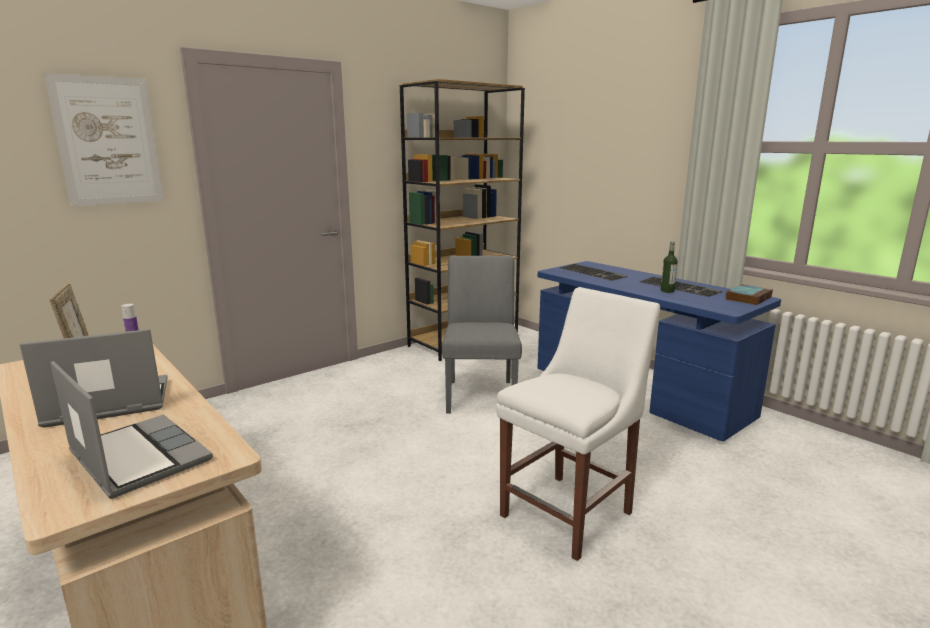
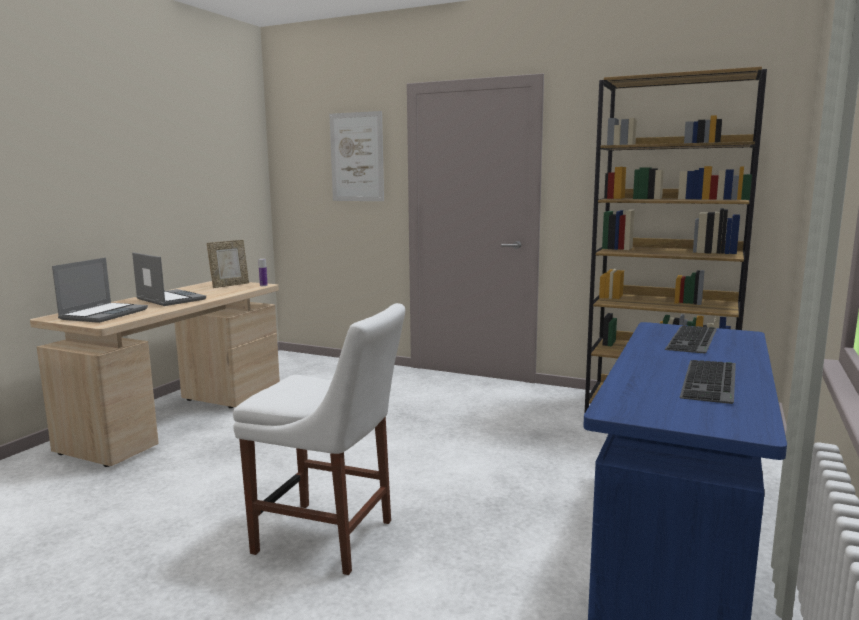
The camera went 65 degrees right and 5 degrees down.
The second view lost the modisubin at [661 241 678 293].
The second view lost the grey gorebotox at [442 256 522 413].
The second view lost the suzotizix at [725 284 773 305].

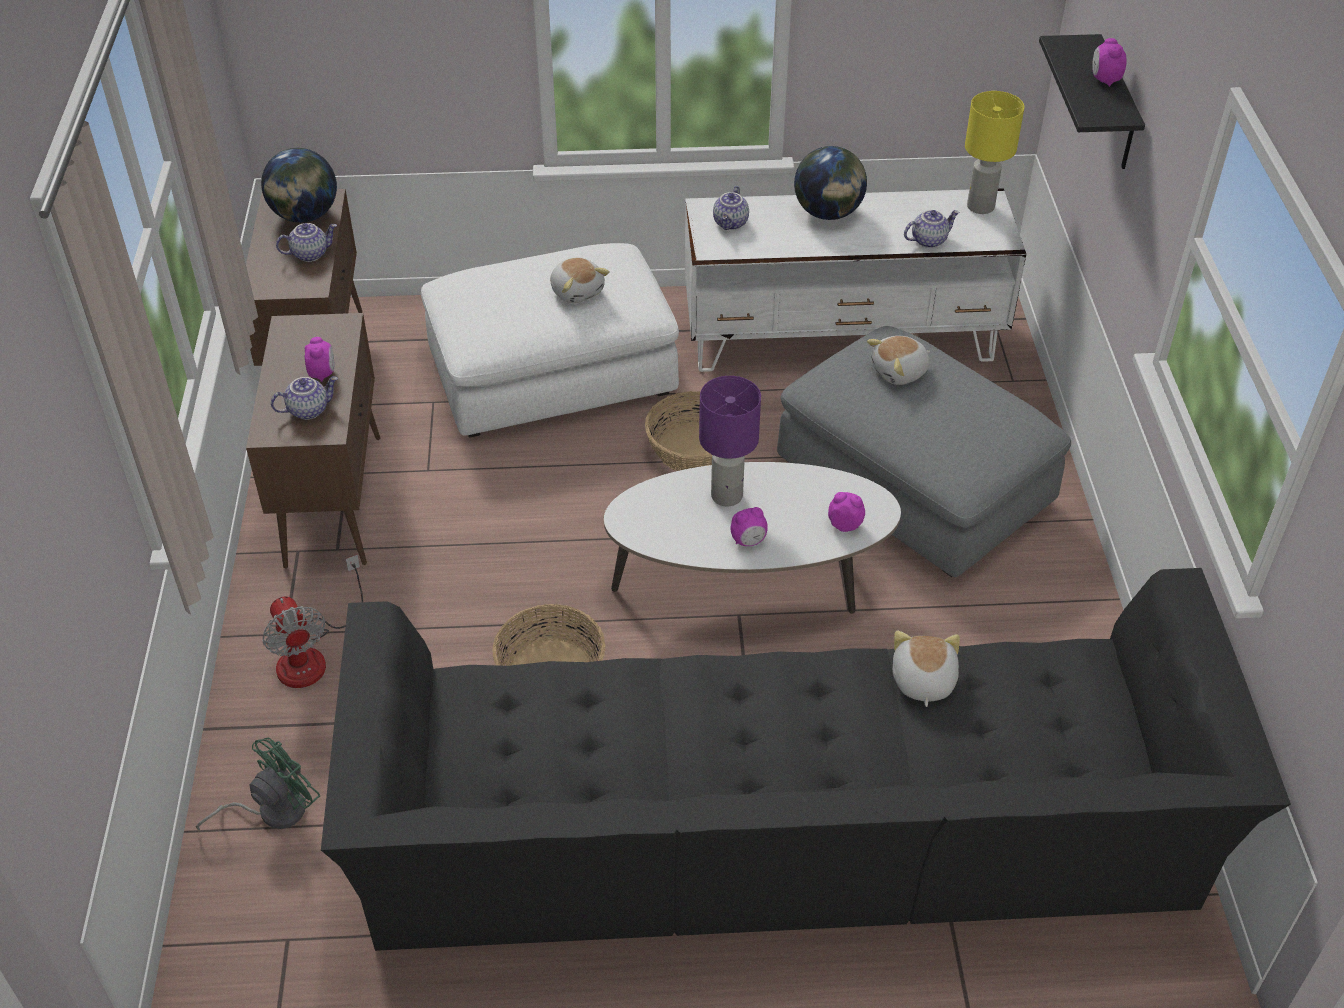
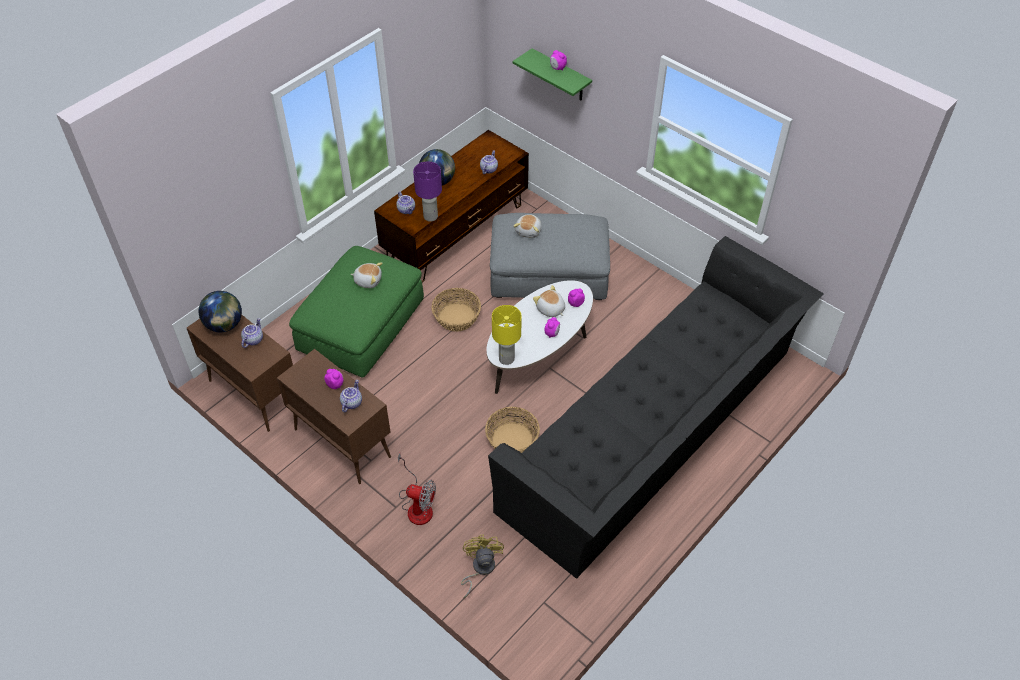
The camera went 45 degrees left and 5 degrees up.
What was the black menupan at [1039 34 1145 169] turned into the green menupan at [513 48 592 101].
The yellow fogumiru ended up elsewhere, having gone from [965 91 1024 214] to [492 305 522 365].
What was the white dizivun at [685 188 1026 372] turned into the brown dizivun at [374 130 529 282].
What was the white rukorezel at [421 243 679 438] turned into the green rukorezel at [289 246 424 378].
The purple fogumiru ended up elsewhere, having gone from [699 376 761 507] to [413 161 442 222].
The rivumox ended up elsewhere, having gone from [893 630 960 707] to [533 285 565 317].
What was the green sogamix at [196 738 320 830] turned into the yellow sogamix at [461 534 504 598].

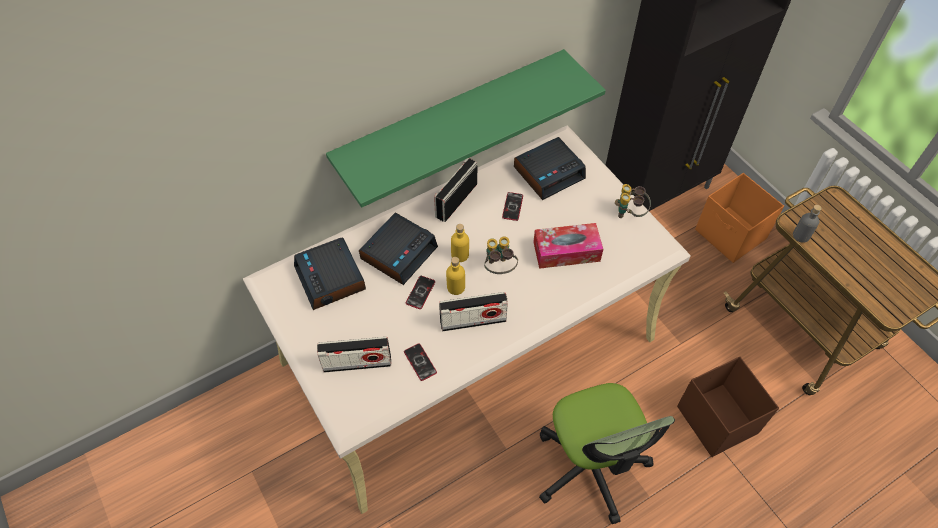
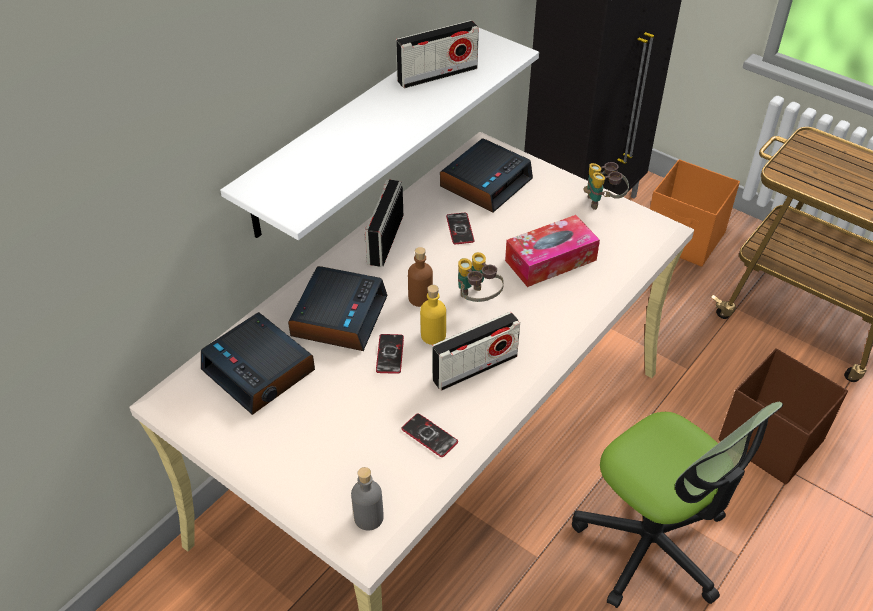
The camera went 20 degrees left and 10 degrees down.
What was the green menupan at [326 49 606 208] turned into the white menupan at [220 28 539 240].
The grey modisubin ended up elsewhere, having gone from [793 205 822 243] to [351 467 384 531].
What was the yellow modisubin at [451 224 469 262] turned into the brown modisubin at [408 247 433 307].
The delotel ended up elsewhere, having gone from [317 337 391 373] to [396 20 479 89].

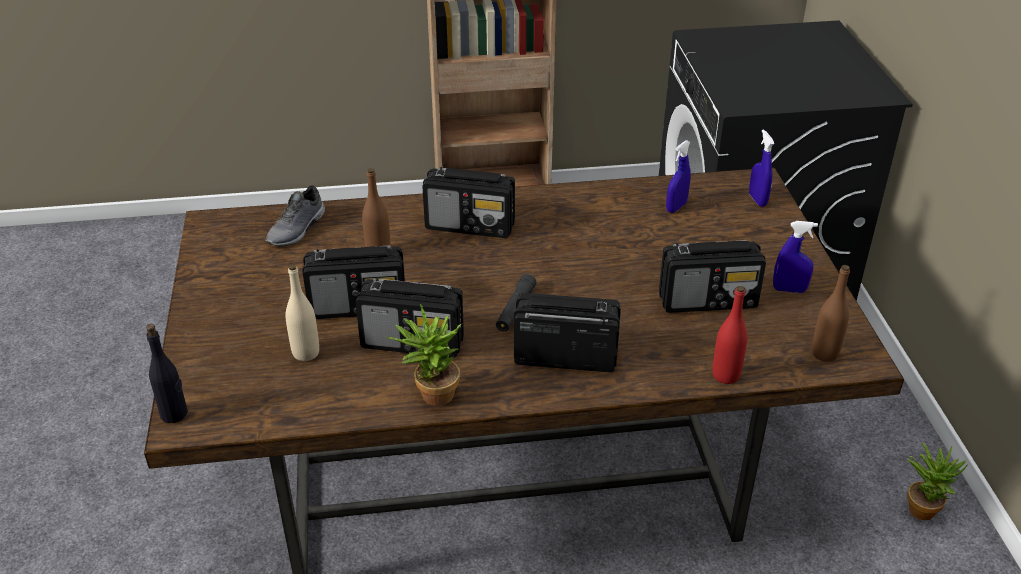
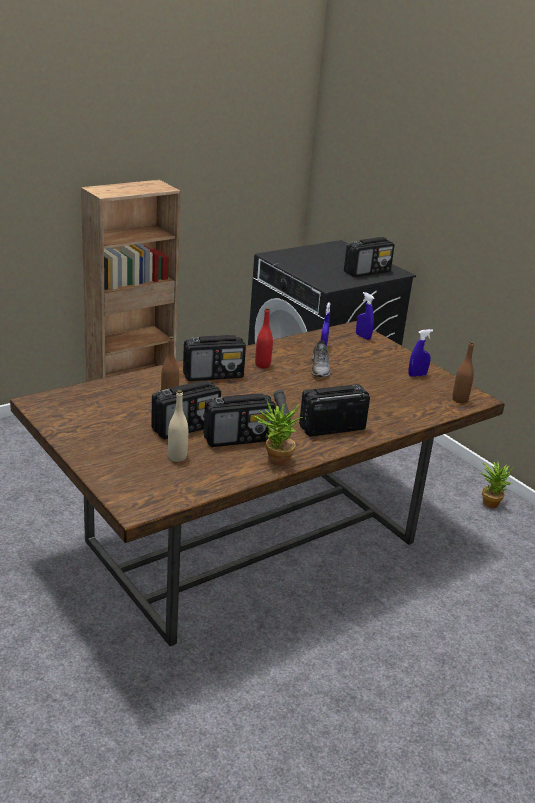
The camera went 30 degrees left and 10 degrees down.
The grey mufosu ended up elsewhere, having gone from [265 185 325 246] to [311 340 331 377].
The delotel ended up elsewhere, having gone from [659 240 766 313] to [344 237 395 277].
The red modisubin ended up elsewhere, having gone from [712 286 747 384] to [255 308 273 368].
The second view lost the black modisubin at [146 324 188 423].

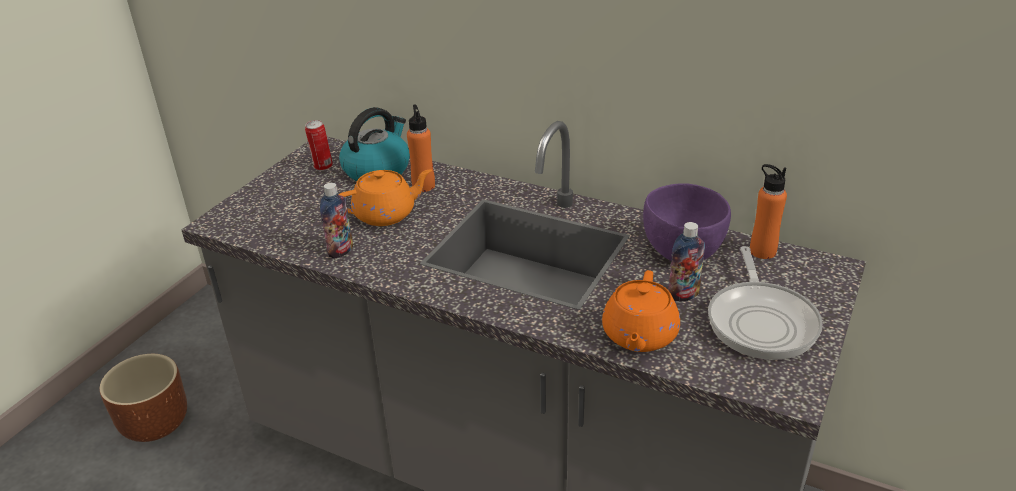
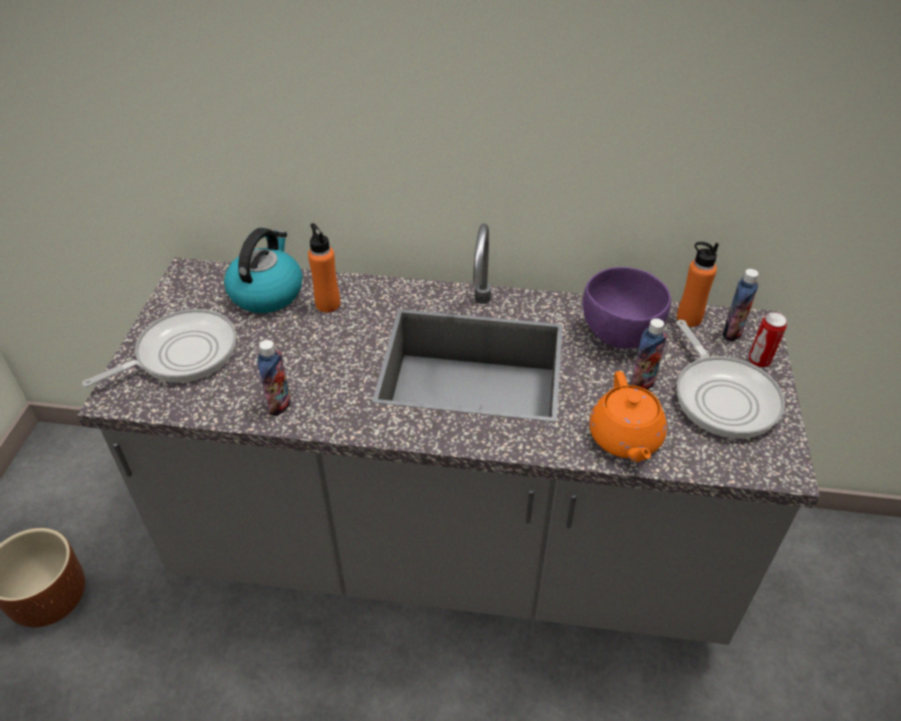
The camera went 20 degrees left and 10 degrees up.
The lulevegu ended up elsewhere, having gone from [305 120 333 171] to [749 312 787 367].
The second view lost the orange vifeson at [339 169 432 226].
The second view gained the modisubin at [723 269 759 342].
The second view gained the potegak at [82 309 236 387].

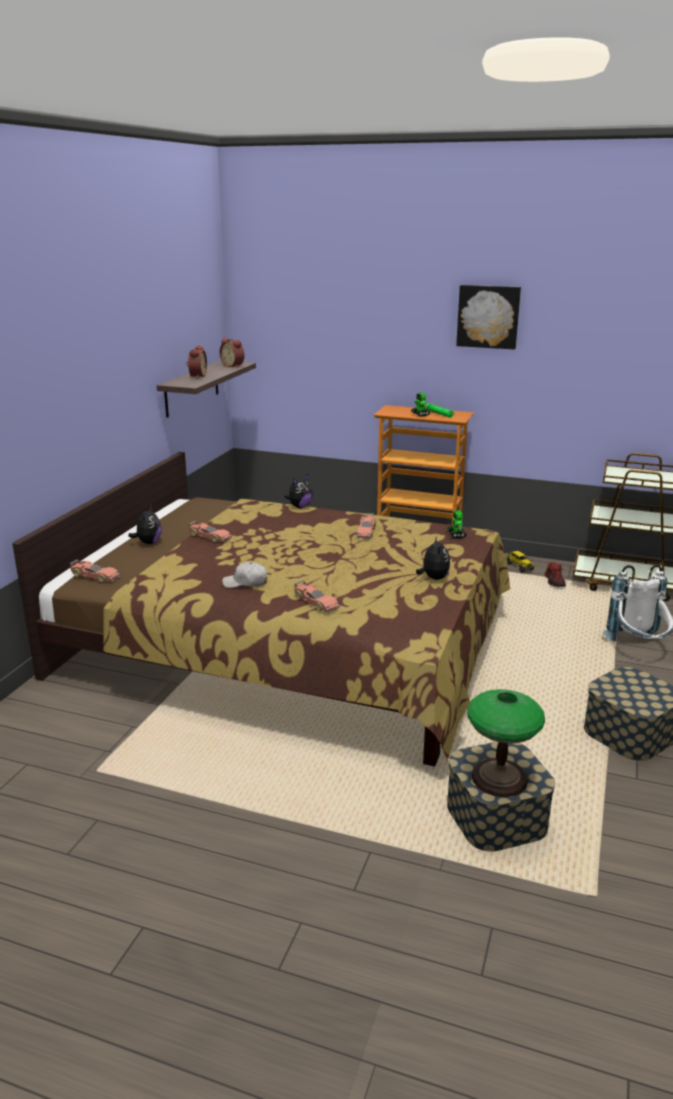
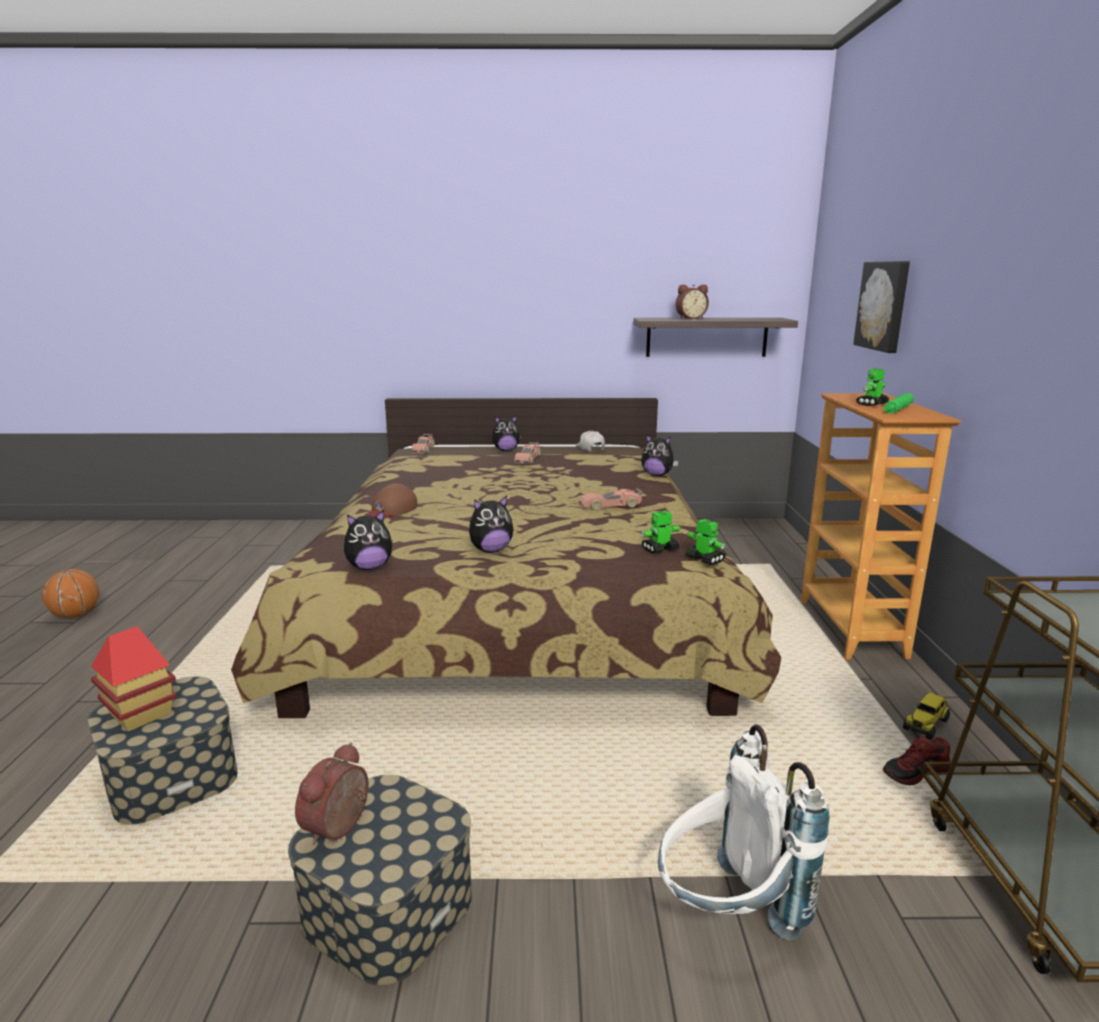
The camera went 70 degrees right and 5 degrees down.
The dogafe ended up elsewhere, having gone from [456 285 521 349] to [853 261 910 353].
The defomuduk ended up elsewhere, having gone from [220 338 244 368] to [295 742 369 845].
The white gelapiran ended up elsewhere, having gone from [222 562 267 588] to [576 431 605 451].
Where the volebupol stood at [295 580 340 613], the brown gelapiran came to stand at [364 483 418 518].
Where the fogumiru stood at [467 689 545 797], the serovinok came to stand at [91 626 177 732].
The second view gained the rivumox at [344 510 393 570].
The second view gained the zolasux at [686 519 726 565].
The second view gained the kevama at [42 569 99 618].

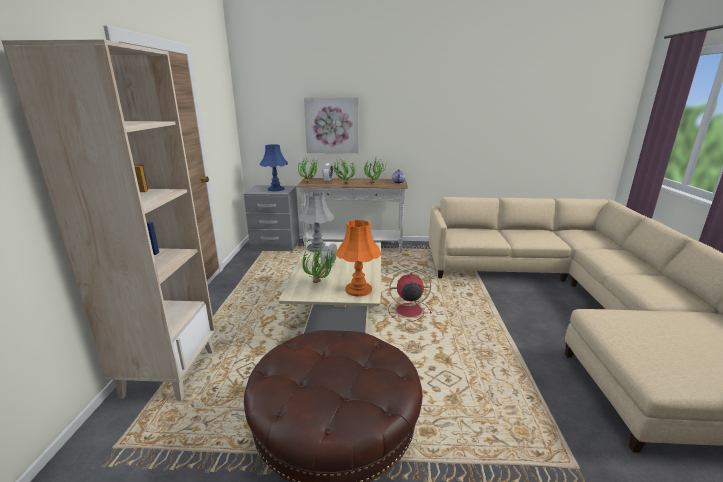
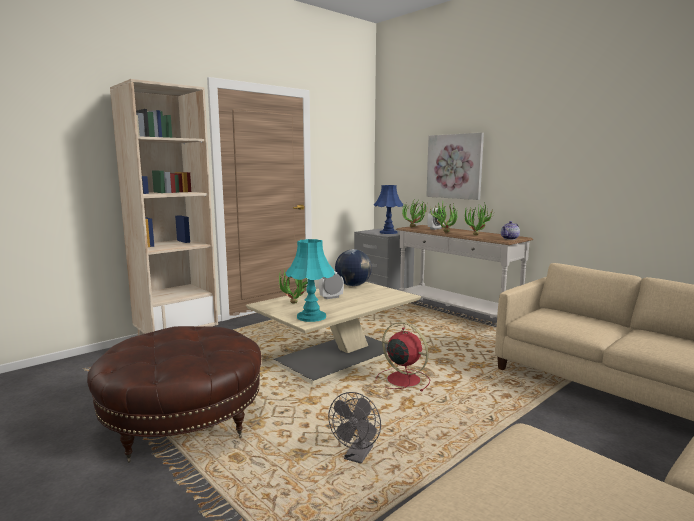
The camera went 45 degrees right and 10 degrees down.
Where the grey fogumiru stood at [298 192 334 252], the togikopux came to stand at [335 249 372 286].
What was the orange fogumiru at [335 220 382 297] turned into the turquoise fogumiru at [285 239 335 322].
The second view gained the grey sogamix at [328 392 381 464].

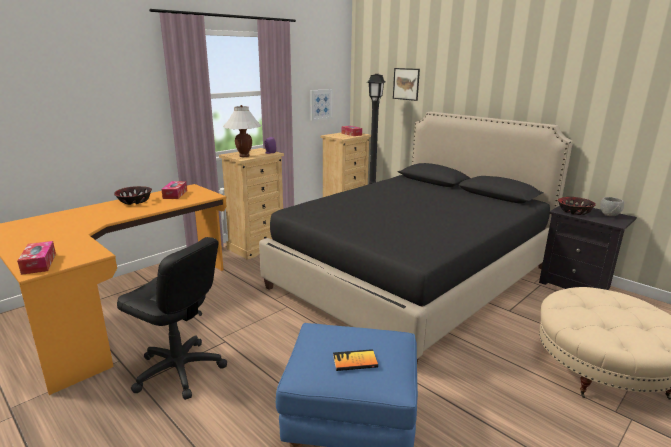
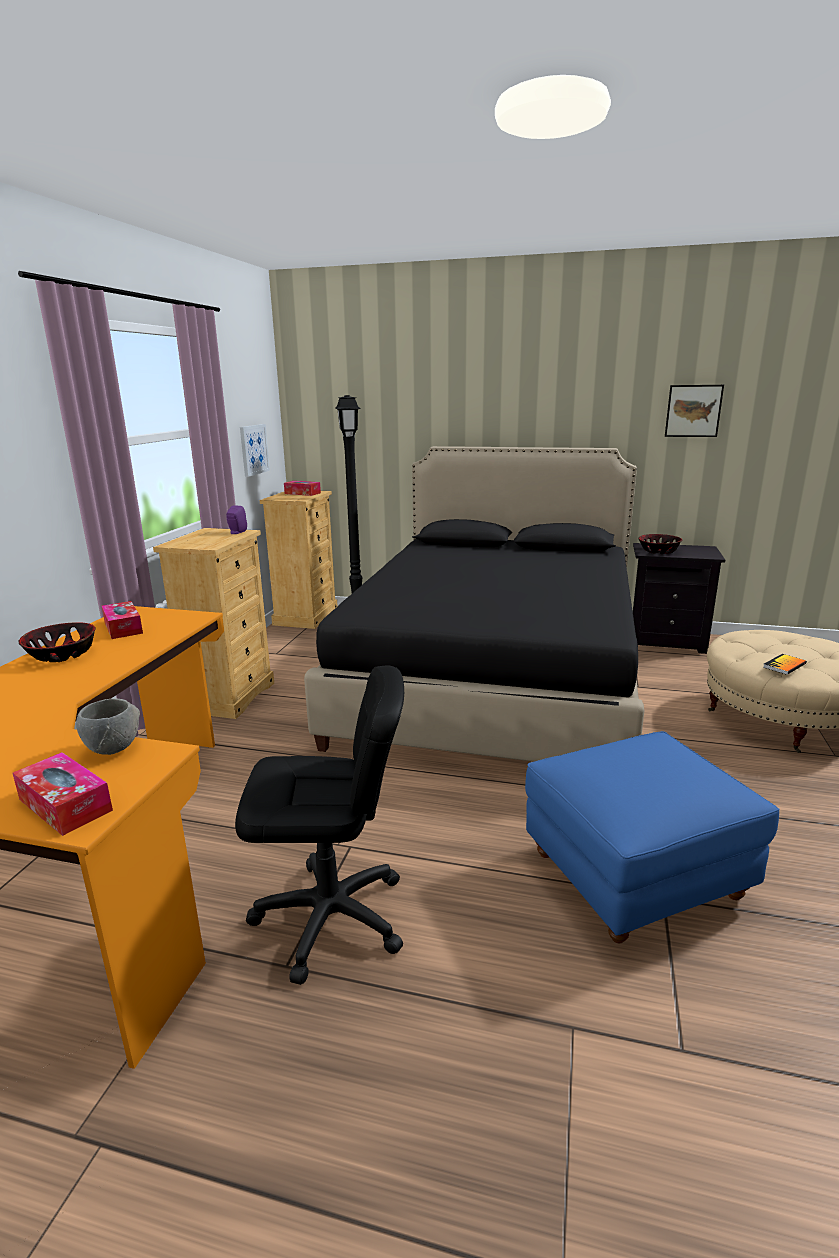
The camera went 30 degrees left and 0 degrees up.
The dogafe ended up elsewhere, having gone from [393 68 420 101] to [665 385 724 437].
The second view lost the white fogumiru at [223 105 262 157].
The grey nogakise ended up elsewhere, having gone from [600 197 624 216] to [76 699 140 755].
The suzotizix ended up elsewhere, having gone from [333 349 378 371] to [763 654 807 675].

